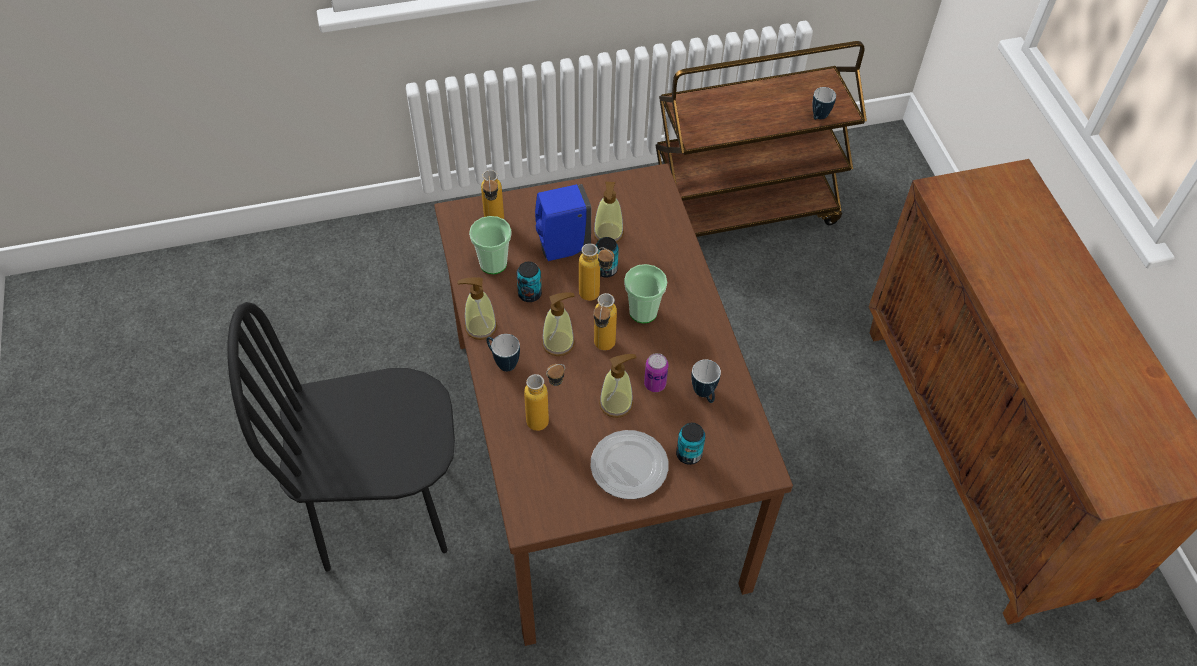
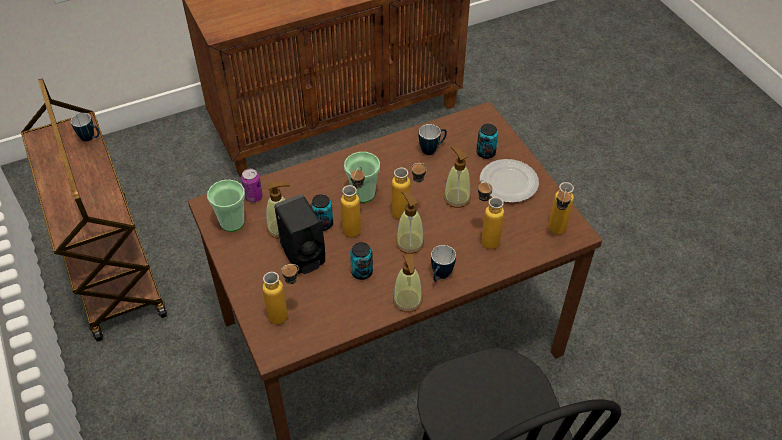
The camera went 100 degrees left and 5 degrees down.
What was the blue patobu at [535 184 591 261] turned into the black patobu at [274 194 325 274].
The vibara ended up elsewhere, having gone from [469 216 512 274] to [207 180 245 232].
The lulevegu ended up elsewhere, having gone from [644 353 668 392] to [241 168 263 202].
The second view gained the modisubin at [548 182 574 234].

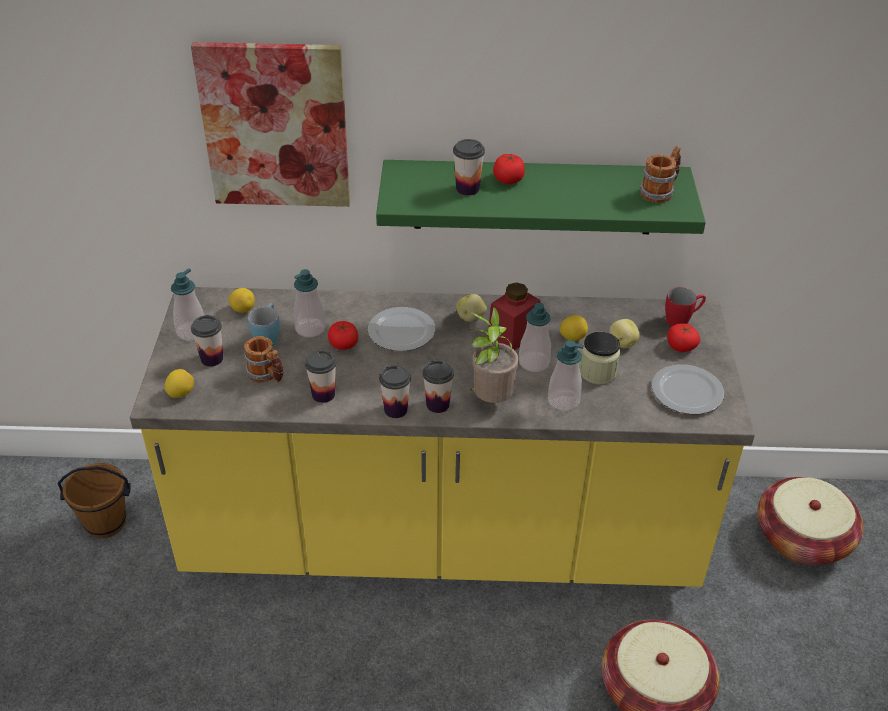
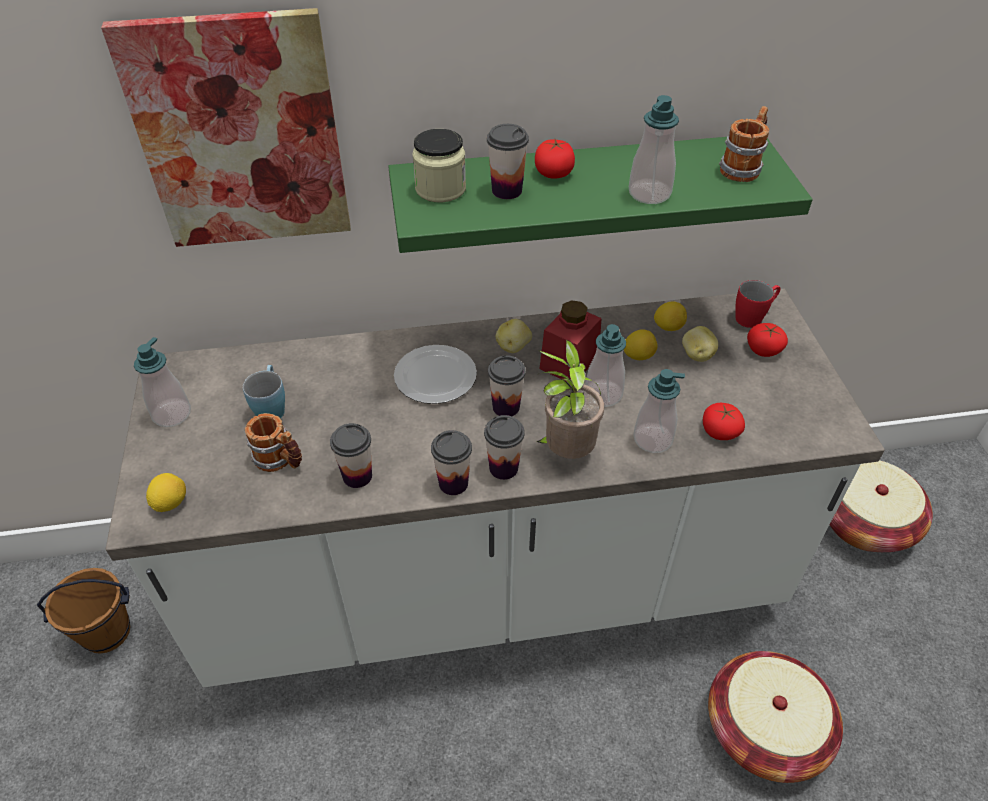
The camera went 10 degrees left and 5 degrees up.
The patobu ended up elsewhere, having gone from [294 269 325 337] to [629 95 679 204].
What was the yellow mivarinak at [130 287 755 587] turned into the white mivarinak at [106 289 885 687].
The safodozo ended up elsewhere, having gone from [229 288 255 313] to [654 301 687 331].
The vibara ended up elsewhere, having gone from [191 315 223 367] to [488 355 526 416].
The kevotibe ended up elsewhere, having gone from [328 321 358 350] to [703 403 745 440].
The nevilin ended up elsewhere, having gone from [579 332 620 385] to [413 129 466 202].
The second view lost the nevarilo at [652 365 724 414].

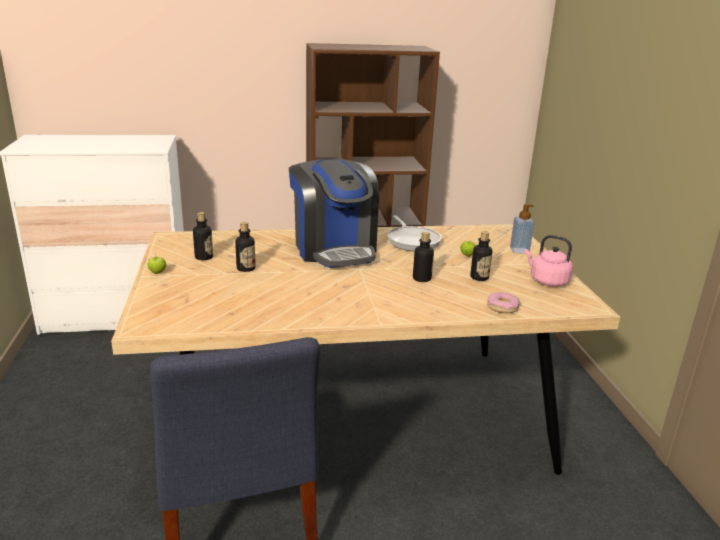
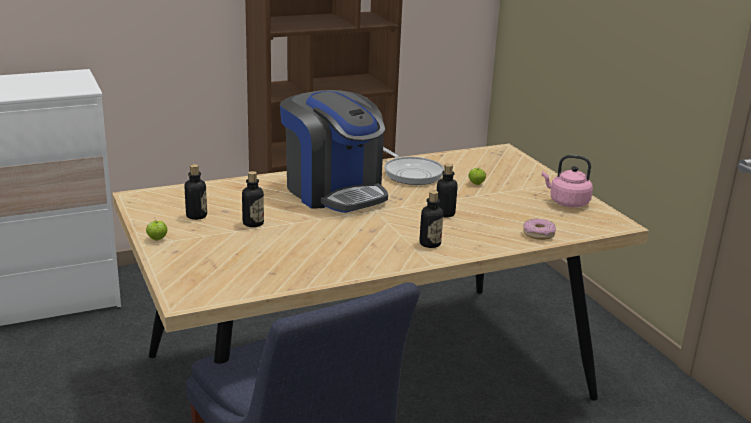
The camera went 15 degrees left and 0 degrees up.
The second view lost the patobu at [510 204 534 253].
The modisubin ended up elsewhere, having gone from [470 231 492 281] to [420 190 443 248].

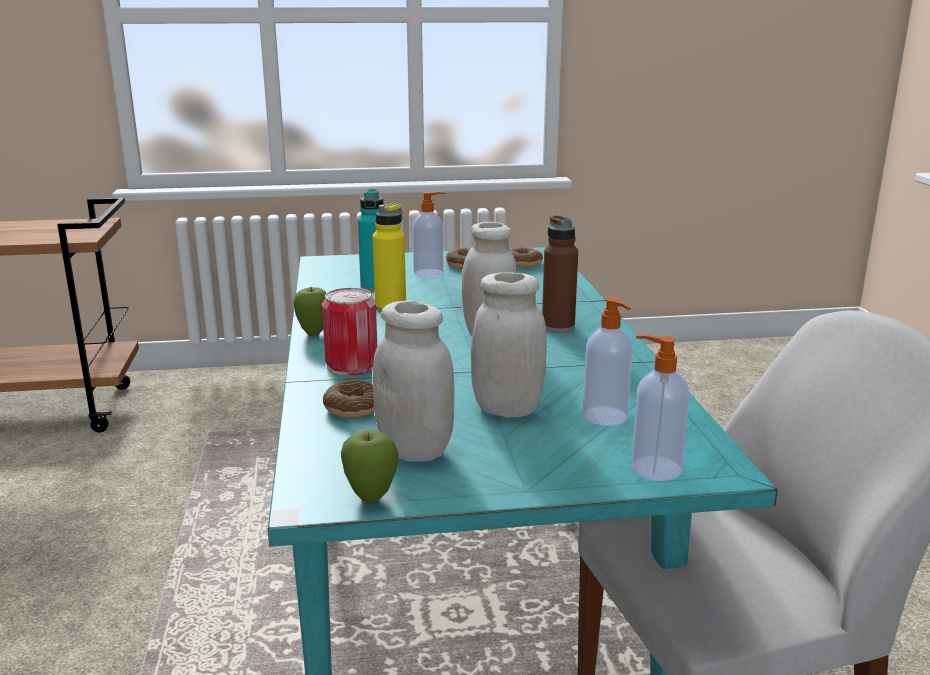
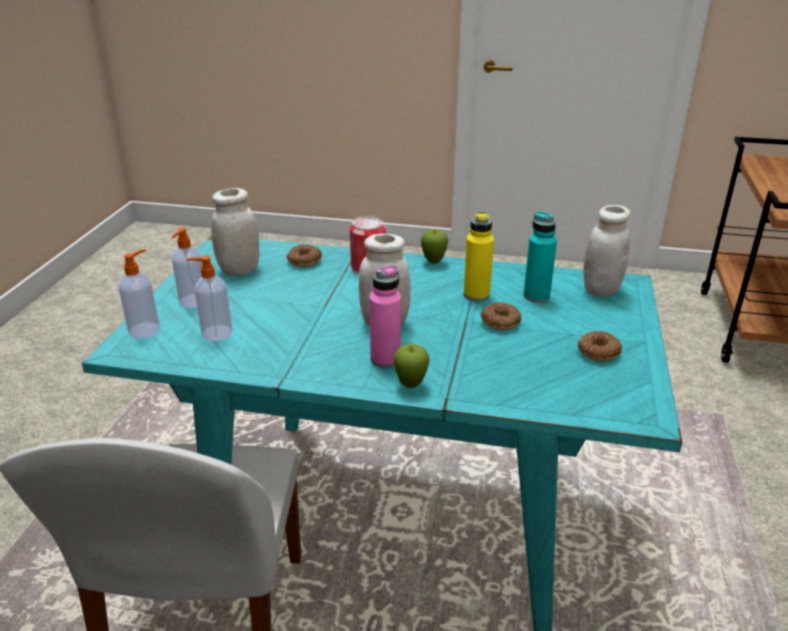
The camera went 110 degrees right and 10 degrees up.
The patobu ended up elsewhere, having gone from [413 192 445 277] to [172 228 203 308].
What was the brown modisubin at [542 215 578 332] turned into the pink modisubin at [369 265 401 368].
The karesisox ended up elsewhere, having gone from [510 247 543 267] to [481 302 521 330].
The white nevilin ended up elsewhere, having gone from [471 272 547 418] to [583 205 630 297].
The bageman ended up elsewhere, having gone from [341 430 398 503] to [393 344 430 388].

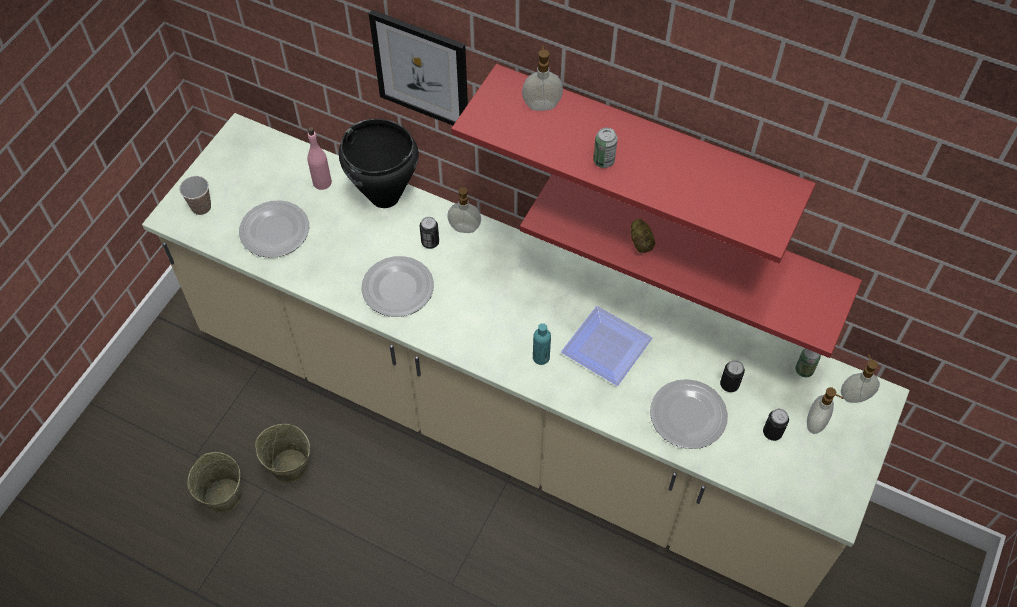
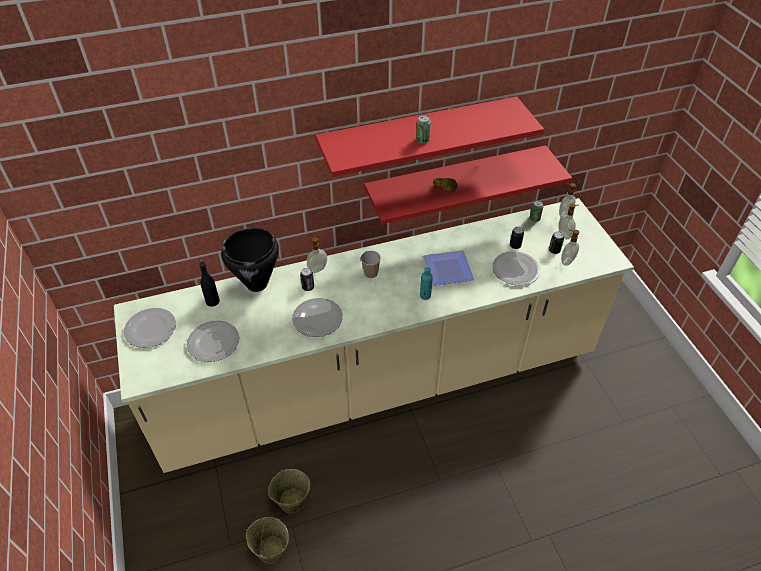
The camera went 45 degrees left and 10 degrees down.
The second view lost the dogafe at [369 10 468 126].
The patobu ended up elsewhere, having gone from [522 45 563 111] to [561 229 579 266].
What was the pink modisubin at [307 127 332 190] turned into the black modisubin at [199 259 220 307].
The vibara ended up elsewhere, having gone from [179 176 211 215] to [361 251 381 278].
The second view gained the nevarilo at [124 308 176 348].

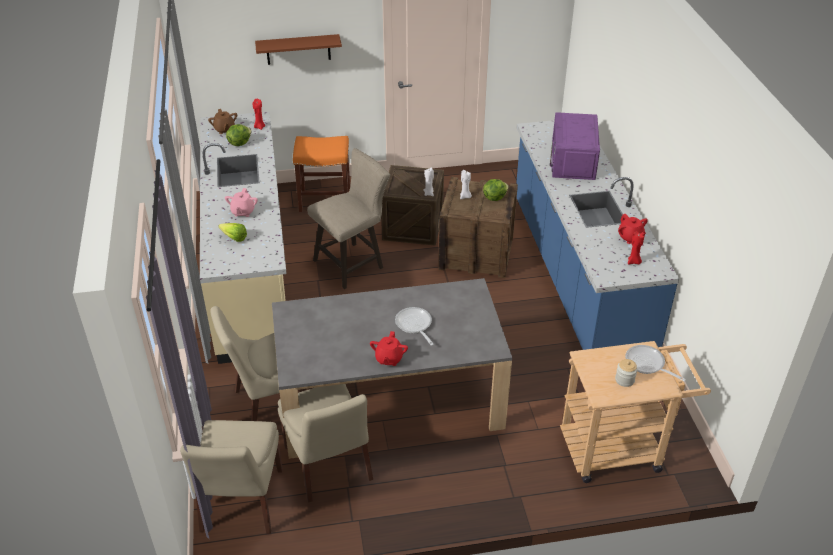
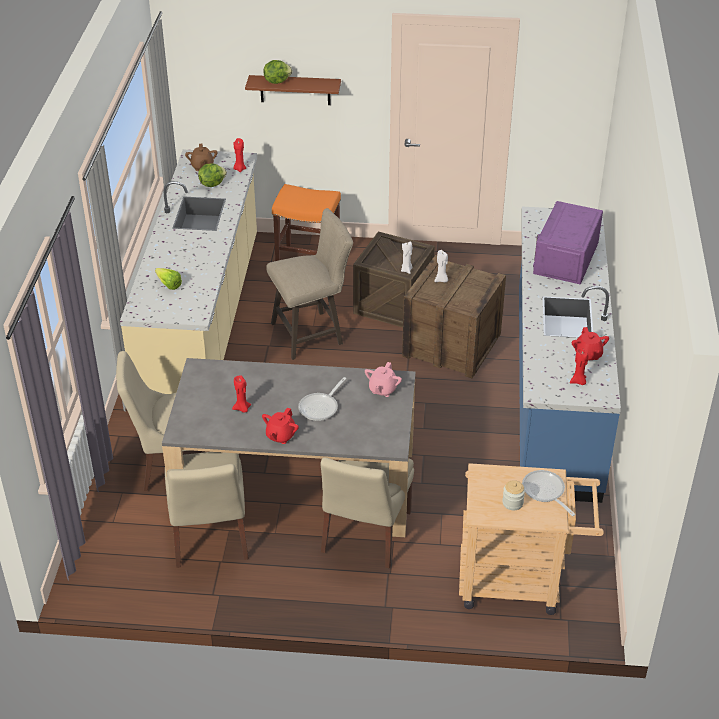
The camera went 15 degrees right and 0 degrees up.
The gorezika ended up elsewhere, having gone from [483 179 509 201] to [263 60 292 84].
The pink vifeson ended up elsewhere, having gone from [225 188 258 217] to [365 362 402 397].
The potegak at [395 307 434 346] ended up facing another way, 135 degrees counterclockwise from before.
The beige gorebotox ended up elsewhere, having gone from [180 420 283 534] to [321 457 414 568].
The second view gained the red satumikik at [232 375 251 413].

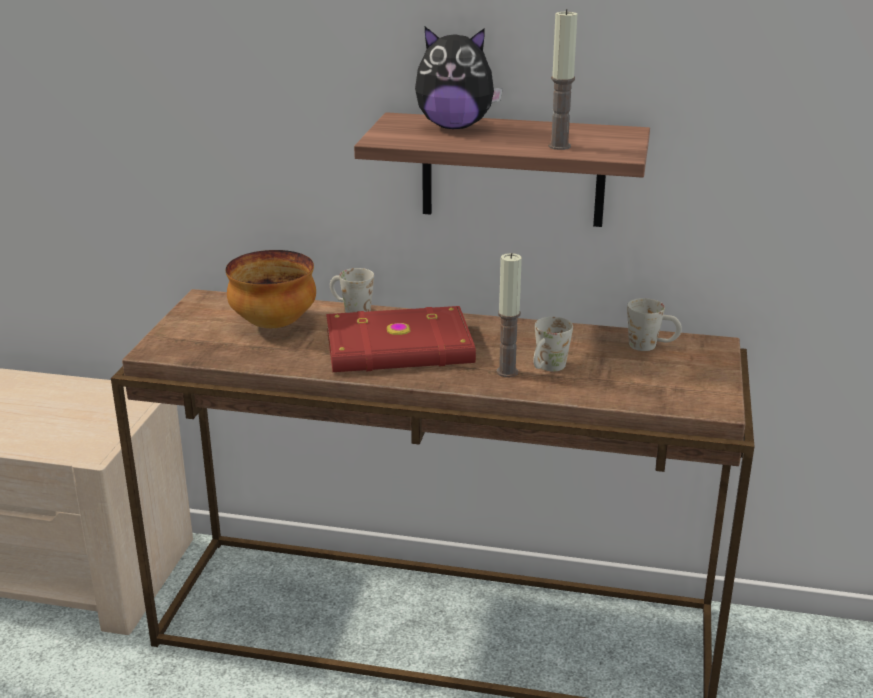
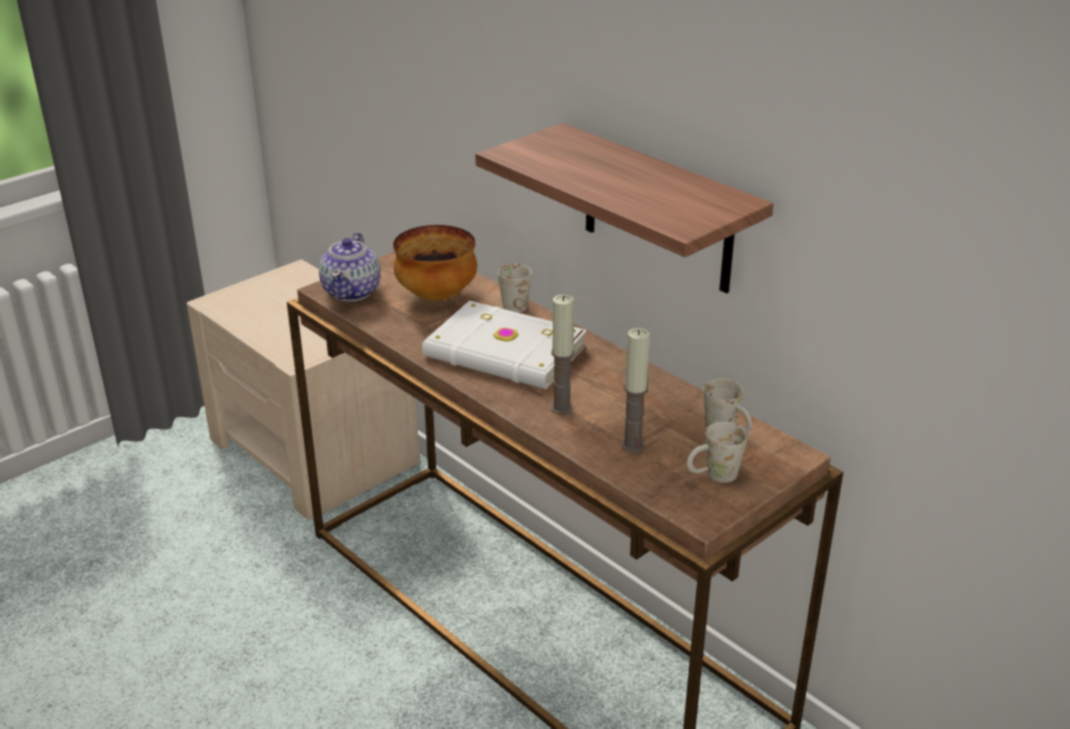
The camera went 35 degrees right and 5 degrees up.
The satumikik ended up elsewhere, having gone from [548 9 577 150] to [622 328 650 452].
The second view lost the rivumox at [415 27 503 129].
What was the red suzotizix at [326 306 476 372] turned into the white suzotizix at [422 300 587 389].
The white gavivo ended up elsewhere, having gone from [533 317 573 371] to [687 422 748 483].
The second view gained the vifeson at [319 232 381 301].

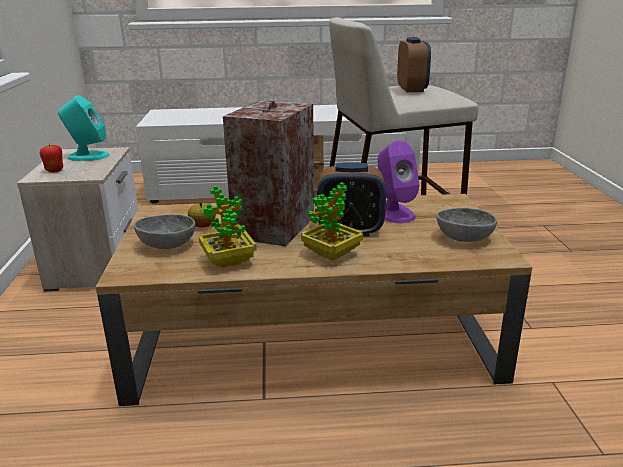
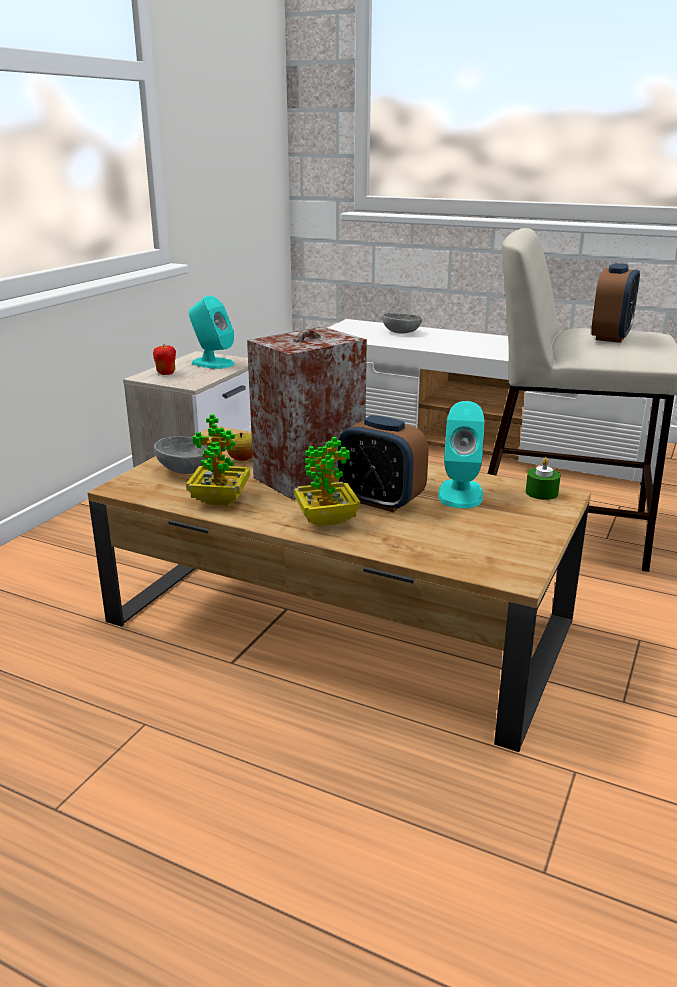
The camera went 30 degrees right and 0 degrees up.
What was the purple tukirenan at [378 141 419 223] turned into the turquoise tukirenan at [438 401 485 508].
The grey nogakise ended up elsewhere, having gone from [436 208 497 242] to [382 313 422 334].
The second view gained the green satumikik at [526 457 561 500].

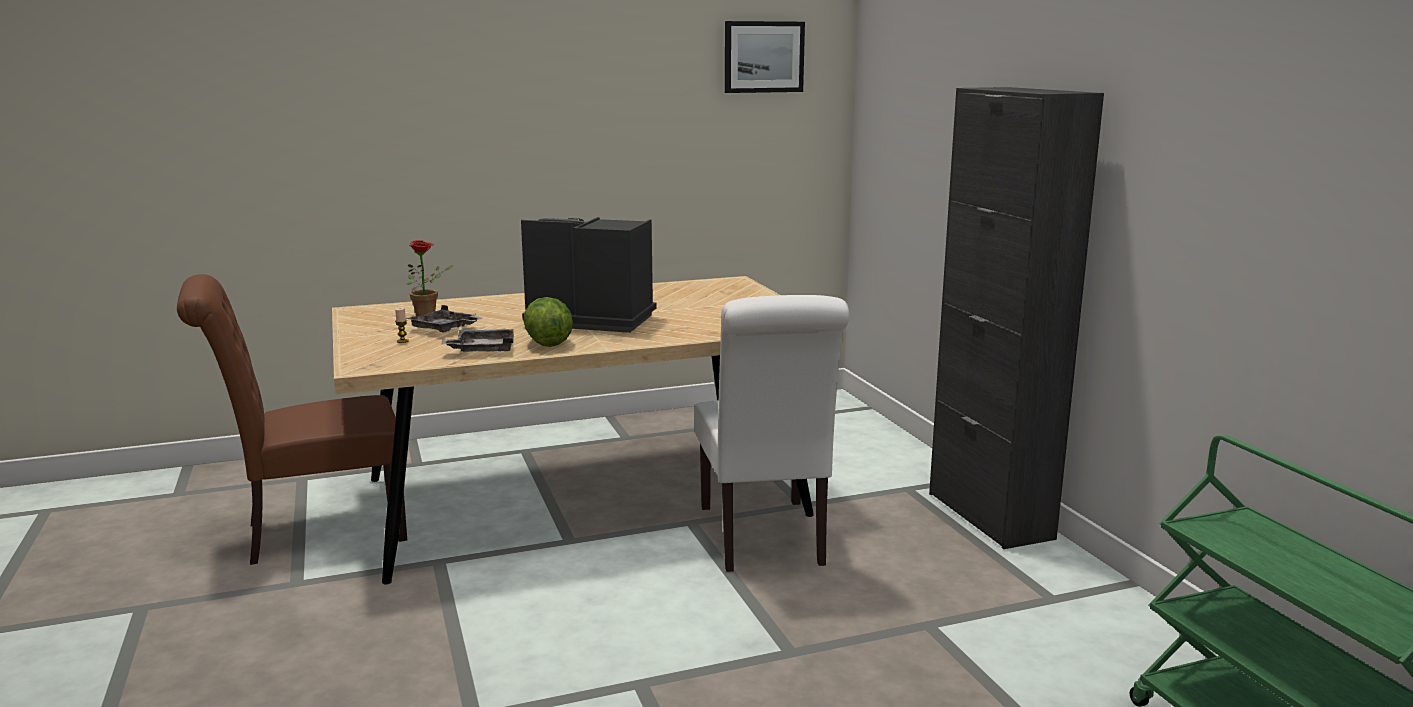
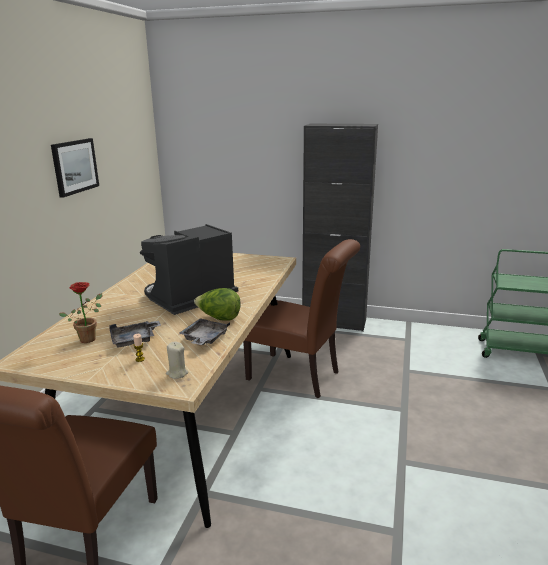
The camera went 55 degrees left and 5 degrees up.
The dogafe ended up elsewhere, having gone from [725 21 805 93] to [51 138 99 198].
What was the white gorebotox at [694 295 849 572] turned into the brown gorebotox at [243 239 360 398].
The second view gained the beige satumikik at [166 341 188 379].

